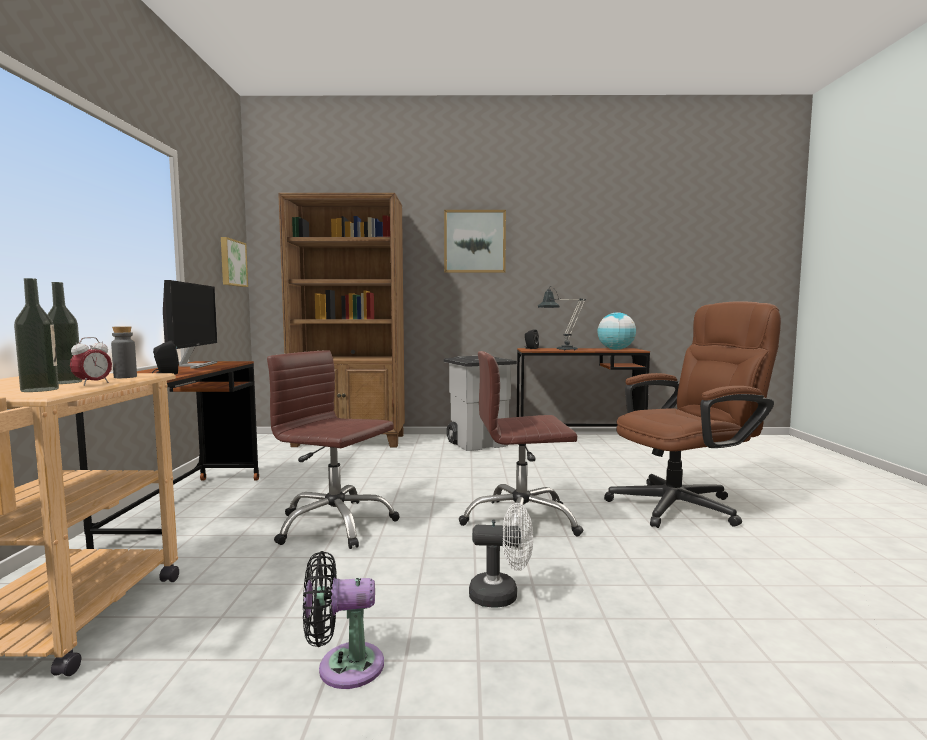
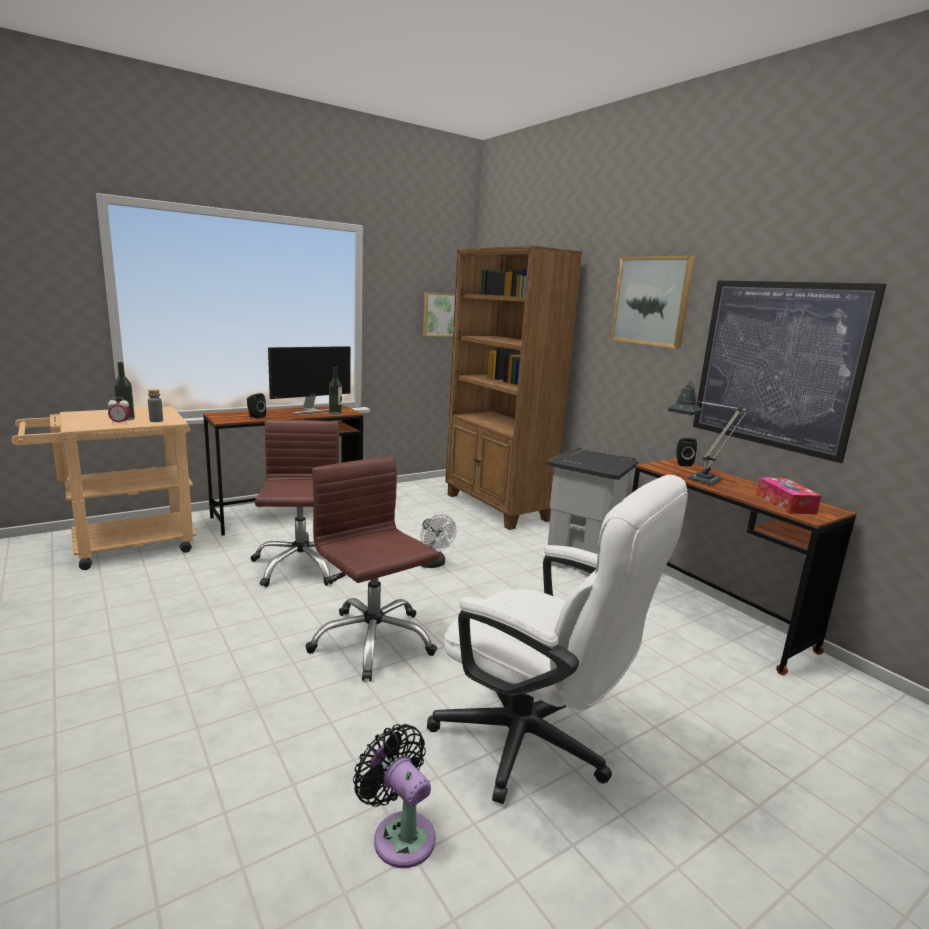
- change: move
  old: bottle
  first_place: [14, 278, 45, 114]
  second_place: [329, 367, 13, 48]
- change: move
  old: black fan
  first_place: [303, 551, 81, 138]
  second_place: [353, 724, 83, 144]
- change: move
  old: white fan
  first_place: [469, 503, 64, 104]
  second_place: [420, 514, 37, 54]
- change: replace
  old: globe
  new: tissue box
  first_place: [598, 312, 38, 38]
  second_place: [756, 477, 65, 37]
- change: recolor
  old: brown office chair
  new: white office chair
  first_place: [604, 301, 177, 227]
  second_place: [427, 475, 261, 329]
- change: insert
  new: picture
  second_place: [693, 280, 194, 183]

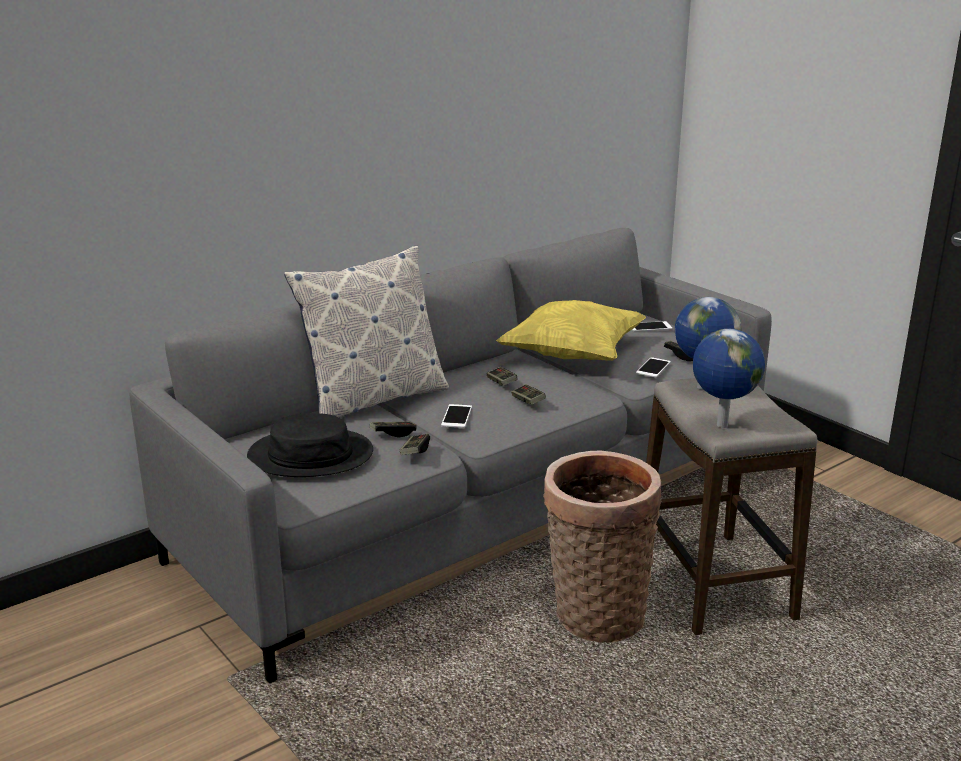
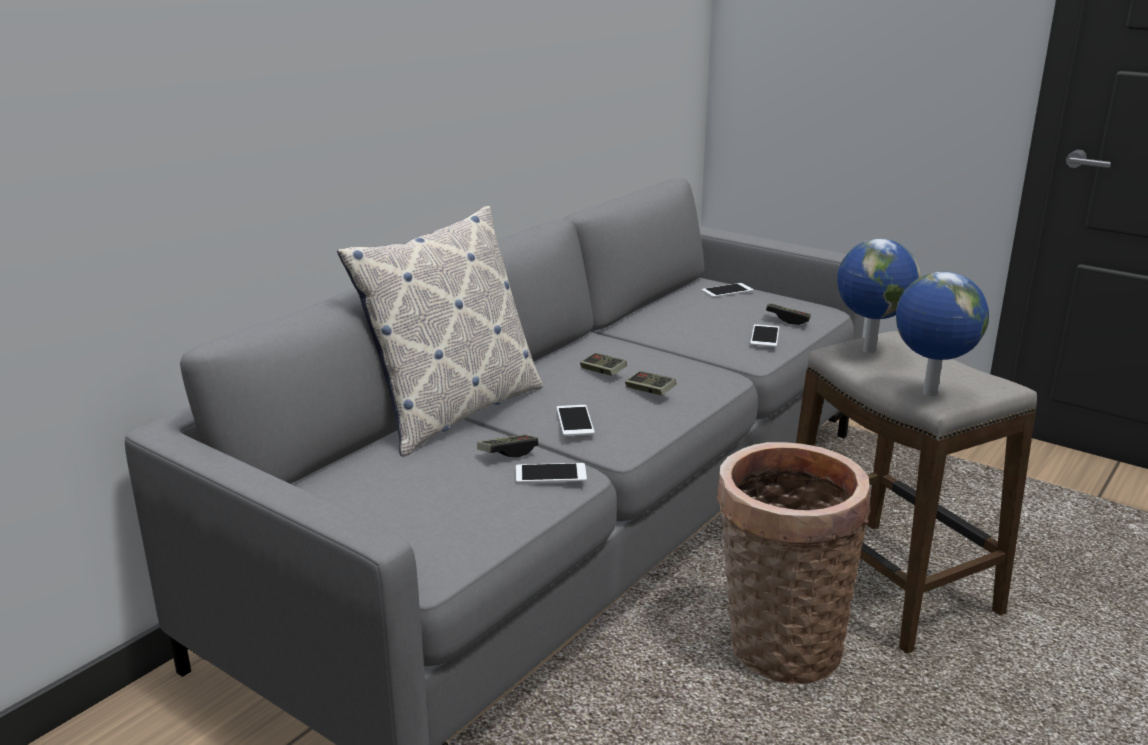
- change: delete
  old: black hat
  first_place: [247, 413, 126, 64]
- change: replace
  old: game controller
  new: phone
  first_place: [400, 434, 30, 21]
  second_place: [516, 463, 71, 20]
- change: delete
  old: yellow pillow
  first_place: [496, 300, 150, 61]

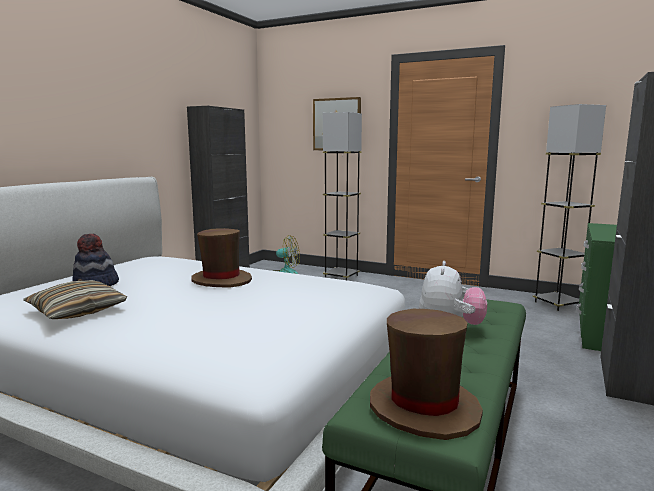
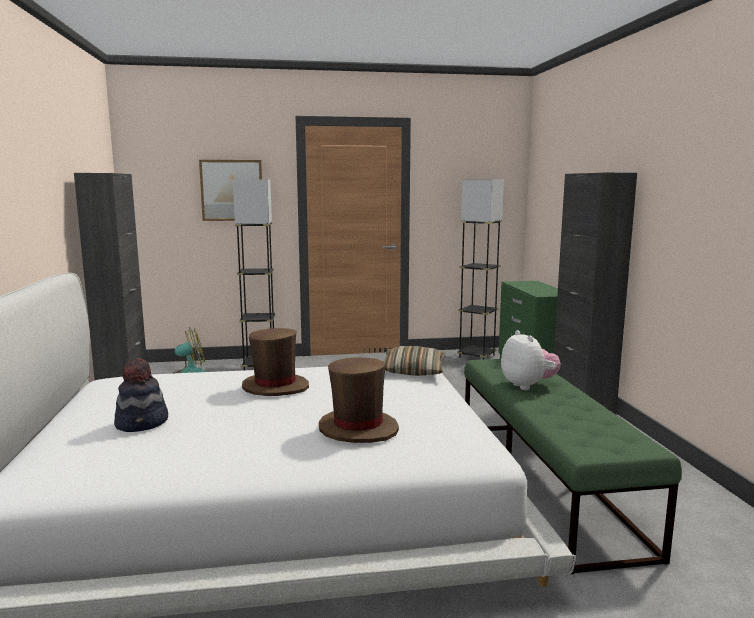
- change: move
  old: pillow
  first_place: [23, 280, 104, 39]
  second_place: [383, 346, 63, 30]
- change: move
  old: brown hat
  first_place: [370, 309, 113, 131]
  second_place: [319, 357, 80, 86]

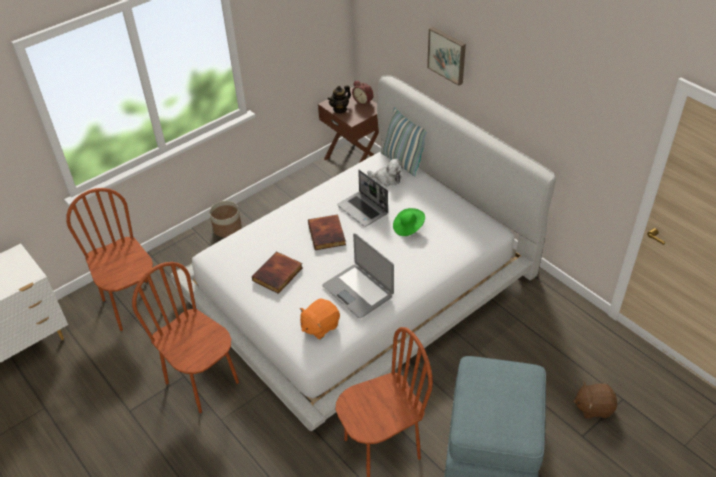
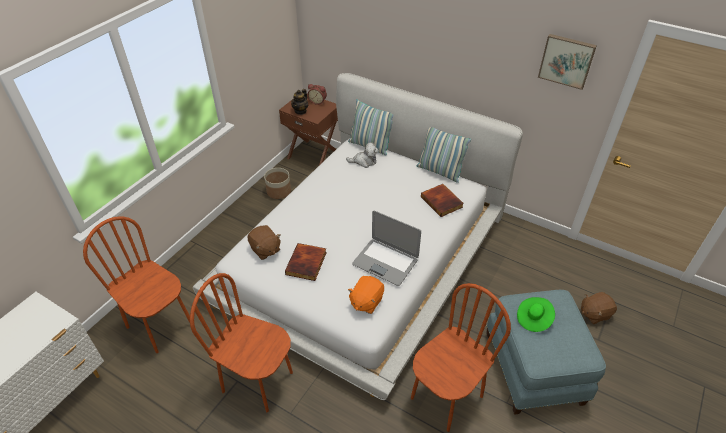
- change: move
  old: planter
  first_place: [209, 201, 33, 36]
  second_place: [264, 168, 27, 31]
- change: move
  old: book
  first_place: [308, 214, 38, 36]
  second_place: [421, 184, 43, 33]
- change: delete
  old: laptop
  first_place: [337, 170, 51, 57]
- change: move
  old: green hat
  first_place: [393, 208, 32, 28]
  second_place: [517, 297, 38, 35]
- change: move
  old: picture
  first_place: [427, 27, 39, 59]
  second_place: [538, 34, 59, 56]
- change: insert
  new: brown plush toy
  second_place: [248, 225, 33, 35]
- change: insert
  new: pillow
  second_place: [416, 127, 55, 56]

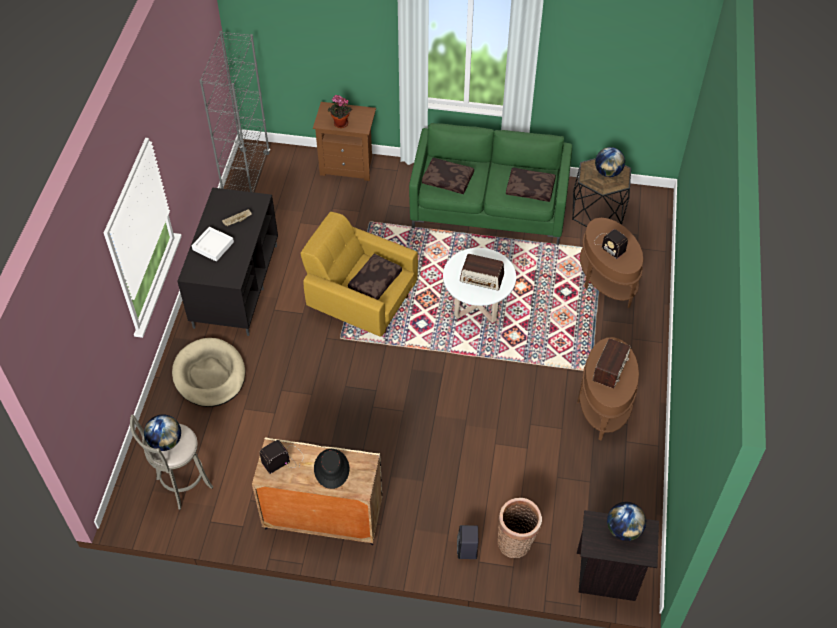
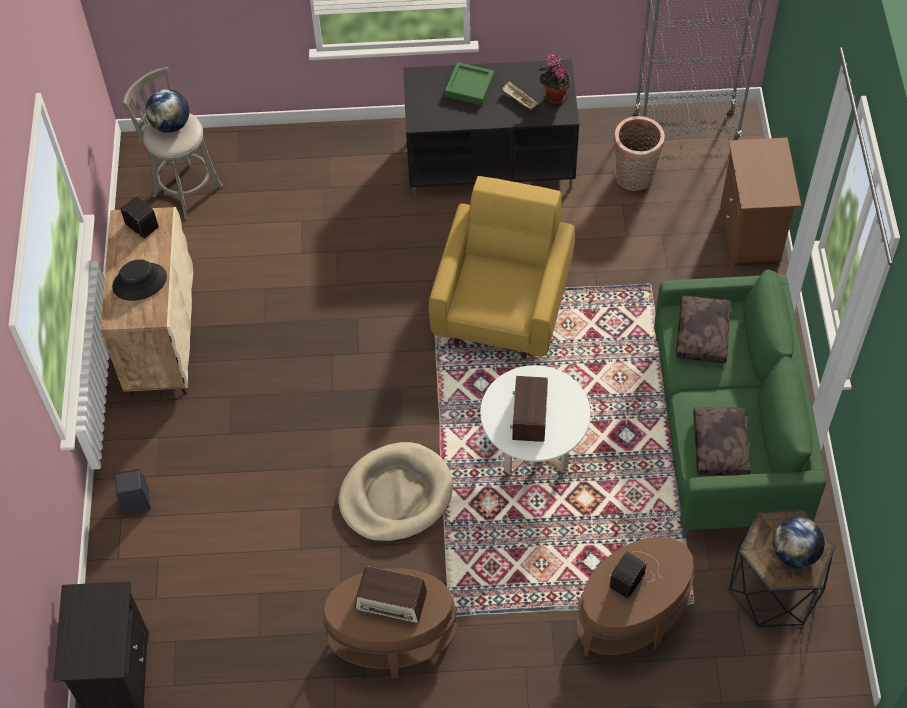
- change: move
  old: beige dog bed
  first_place: [172, 338, 73, 69]
  second_place: [338, 442, 115, 100]
- change: recolor
  old: white tray
  new: green tray
  first_place: [192, 227, 42, 34]
  second_place: [445, 62, 49, 43]
- change: move
  old: potted plant
  first_place: [328, 95, 24, 33]
  second_place: [539, 53, 32, 51]
- change: delete
  old: brown pillow
  first_place: [348, 254, 54, 46]
- change: move
  old: basket
  first_place: [497, 498, 45, 60]
  second_place: [614, 116, 51, 75]
- change: delete
  old: globe
  first_place: [607, 502, 39, 39]

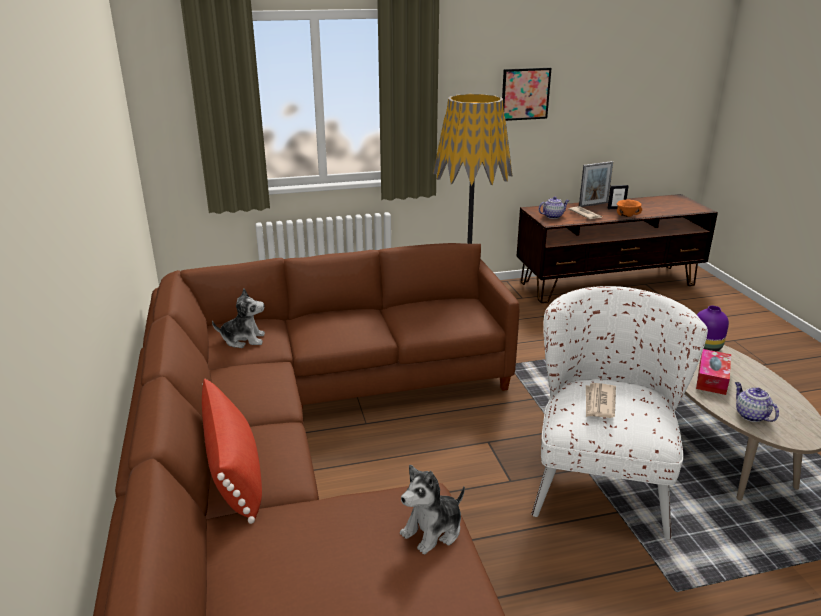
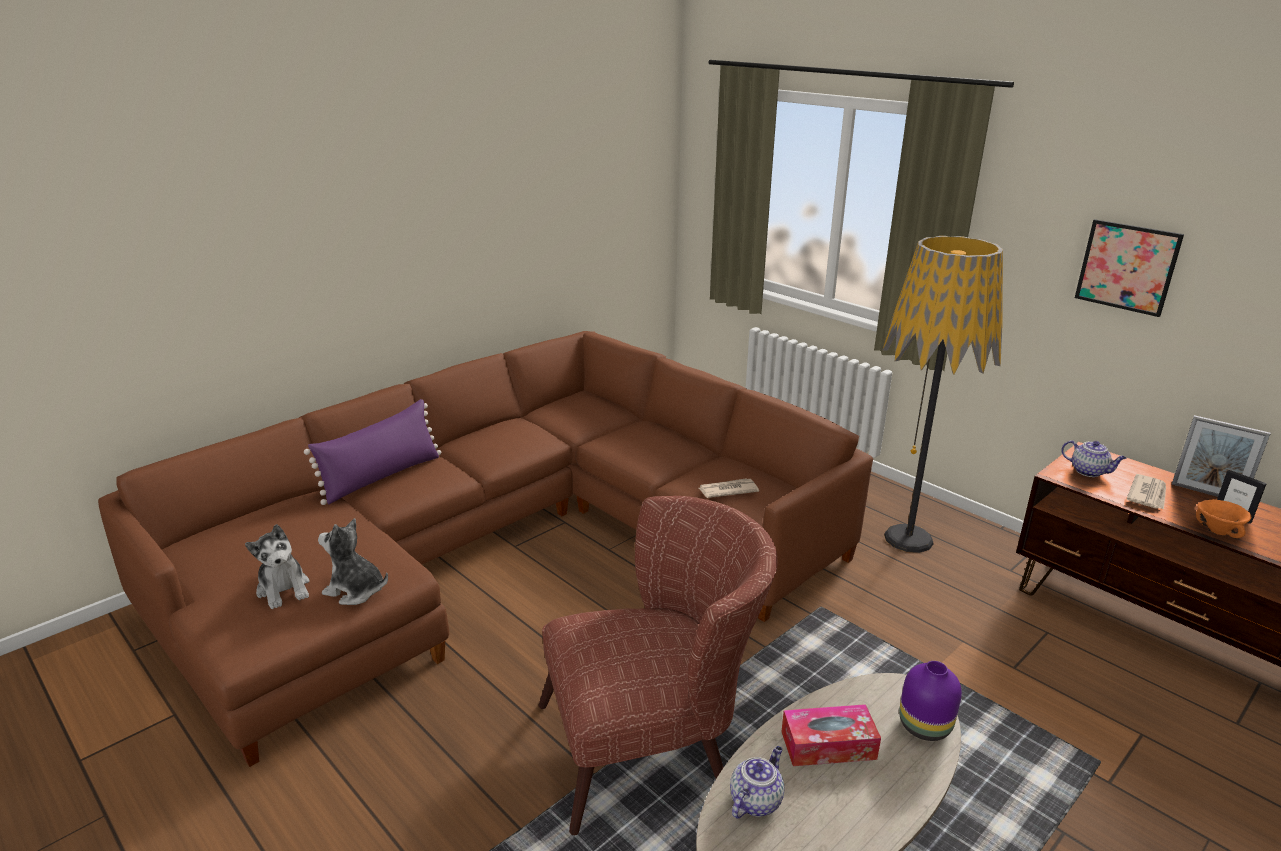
- change: recolor
  old: red pillow
  new: purple pillow
  first_place: [202, 378, 60, 146]
  second_place: [304, 399, 137, 106]
- change: move
  old: plush toy
  first_place: [212, 288, 53, 60]
  second_place: [245, 524, 64, 85]
- change: recolor
  old: white armchair
  new: brown armchair
  first_place: [531, 286, 177, 253]
  second_place: [539, 496, 239, 339]
- change: move
  old: newspaper
  first_place: [586, 383, 30, 35]
  second_place: [699, 478, 60, 20]

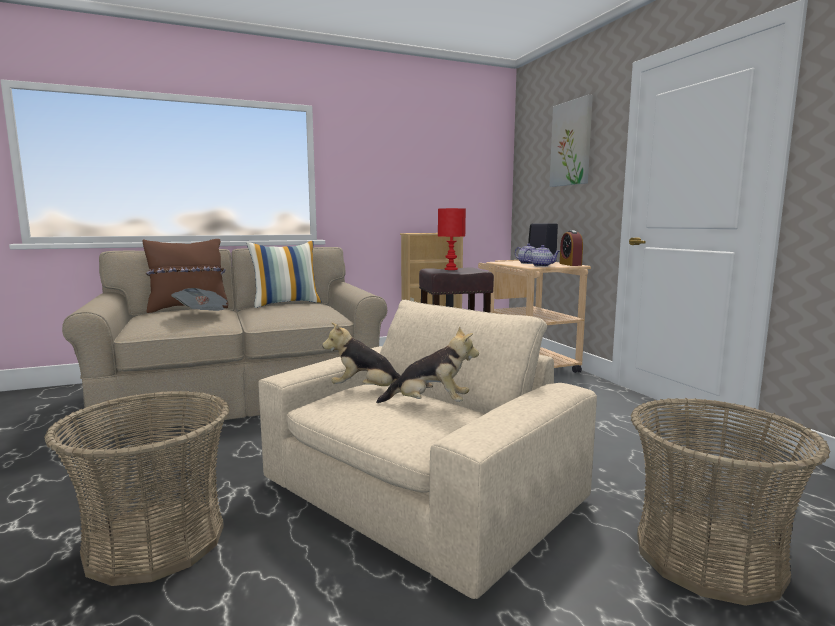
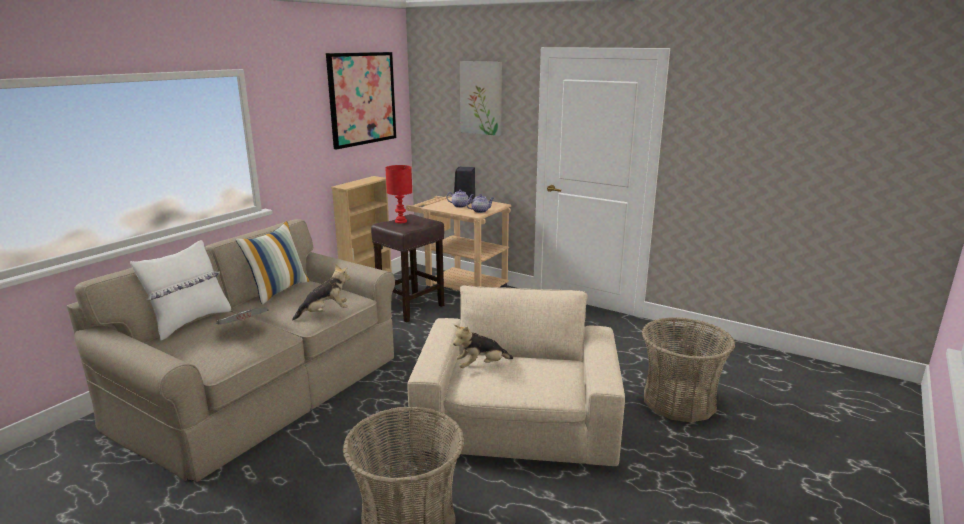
- change: recolor
  old: brown pillow
  new: white pillow
  first_place: [143, 239, 85, 74]
  second_place: [130, 240, 101, 101]
- change: move
  old: plush toy
  first_place: [376, 327, 103, 76]
  second_place: [292, 264, 58, 57]
- change: delete
  old: alarm clock
  first_place: [560, 230, 23, 36]
- change: insert
  new: picture
  second_place: [326, 52, 70, 97]

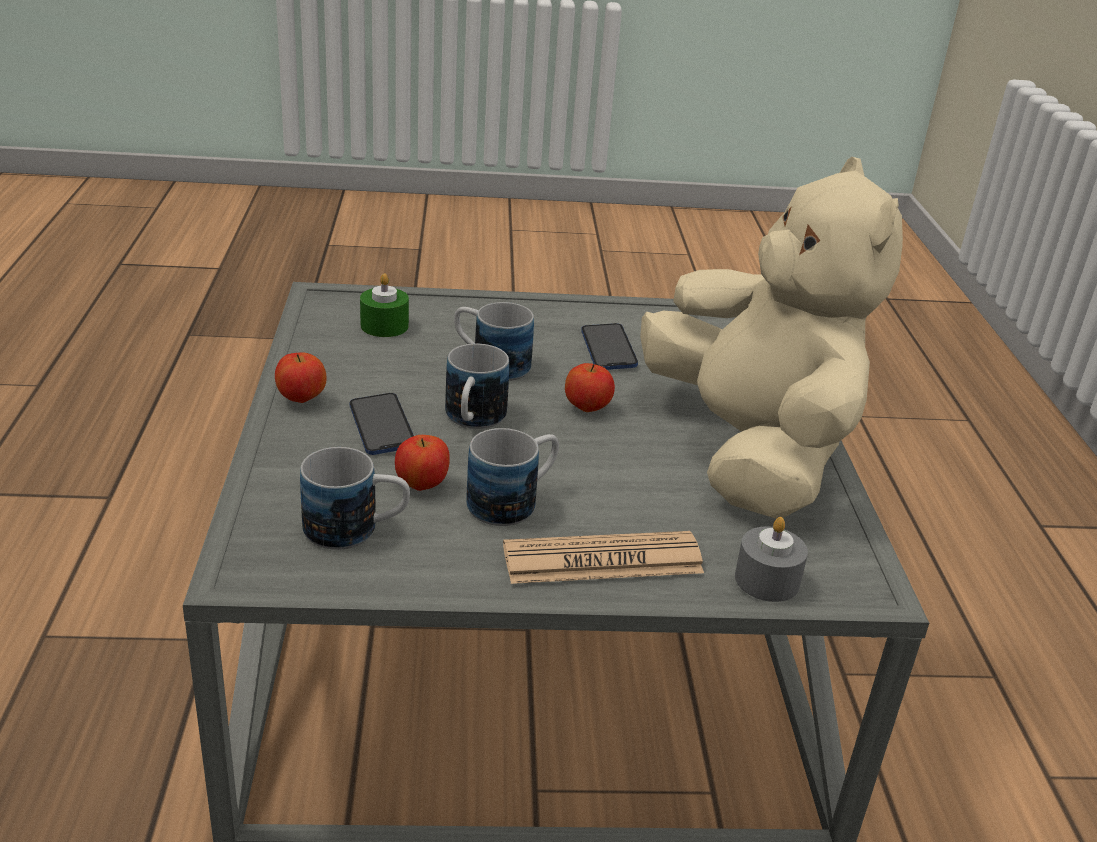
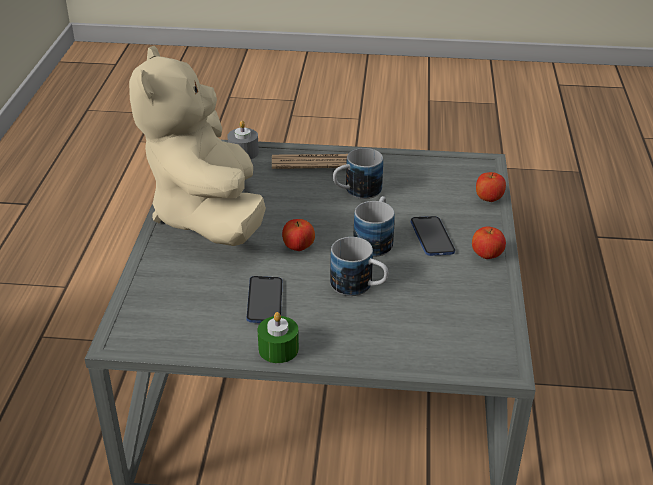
- change: delete
  old: mug
  first_place: [300, 447, 110, 103]
- change: move
  old: green candle
  first_place: [360, 273, 49, 64]
  second_place: [258, 312, 41, 51]
- change: move
  old: apple
  first_place: [395, 435, 55, 56]
  second_place: [476, 172, 30, 30]

